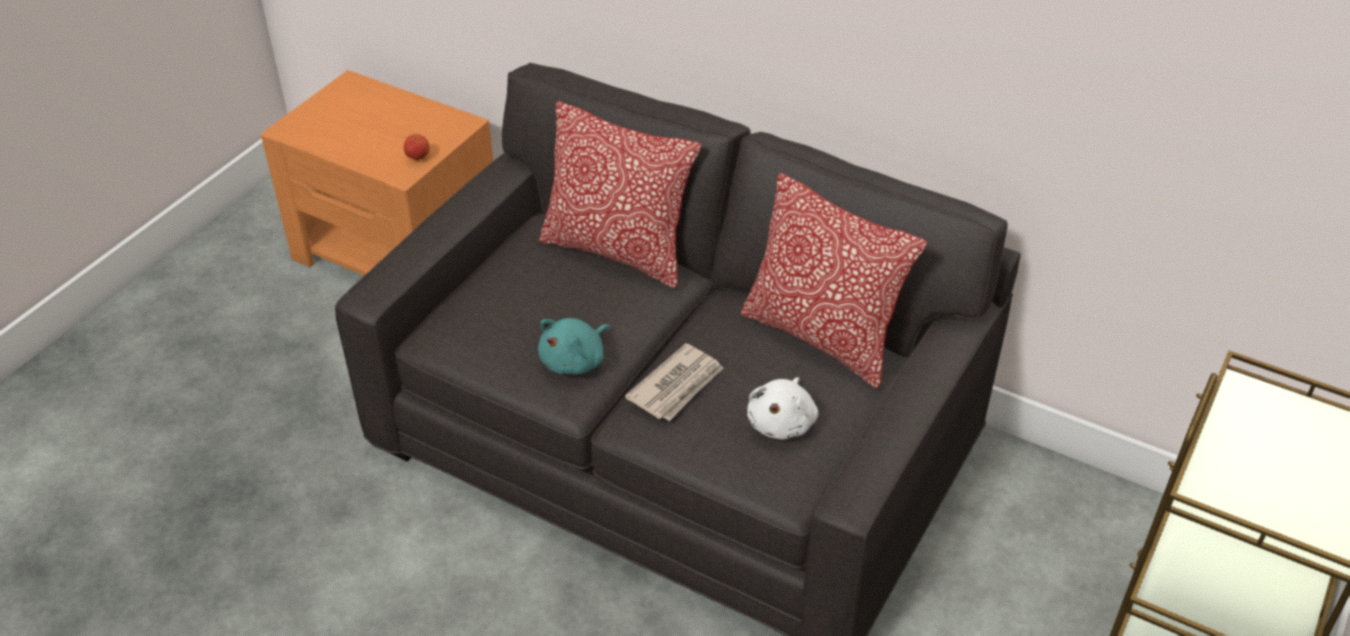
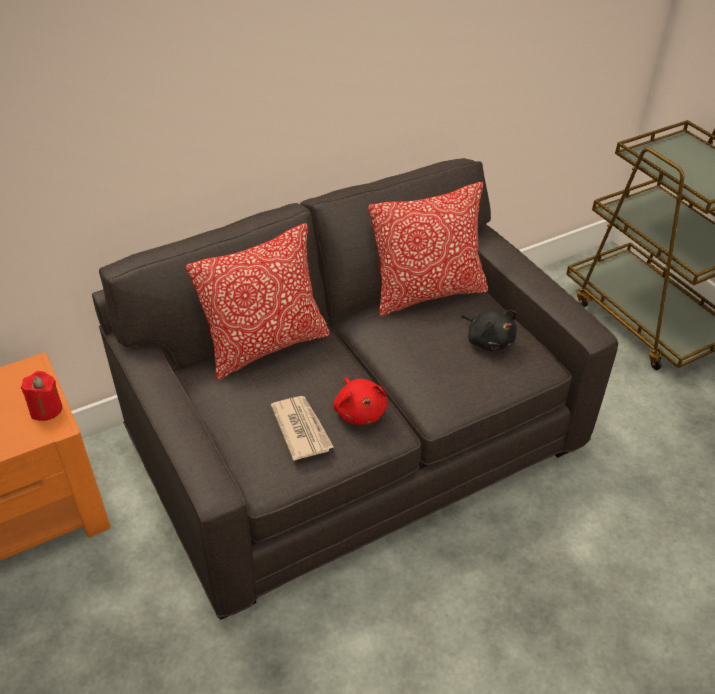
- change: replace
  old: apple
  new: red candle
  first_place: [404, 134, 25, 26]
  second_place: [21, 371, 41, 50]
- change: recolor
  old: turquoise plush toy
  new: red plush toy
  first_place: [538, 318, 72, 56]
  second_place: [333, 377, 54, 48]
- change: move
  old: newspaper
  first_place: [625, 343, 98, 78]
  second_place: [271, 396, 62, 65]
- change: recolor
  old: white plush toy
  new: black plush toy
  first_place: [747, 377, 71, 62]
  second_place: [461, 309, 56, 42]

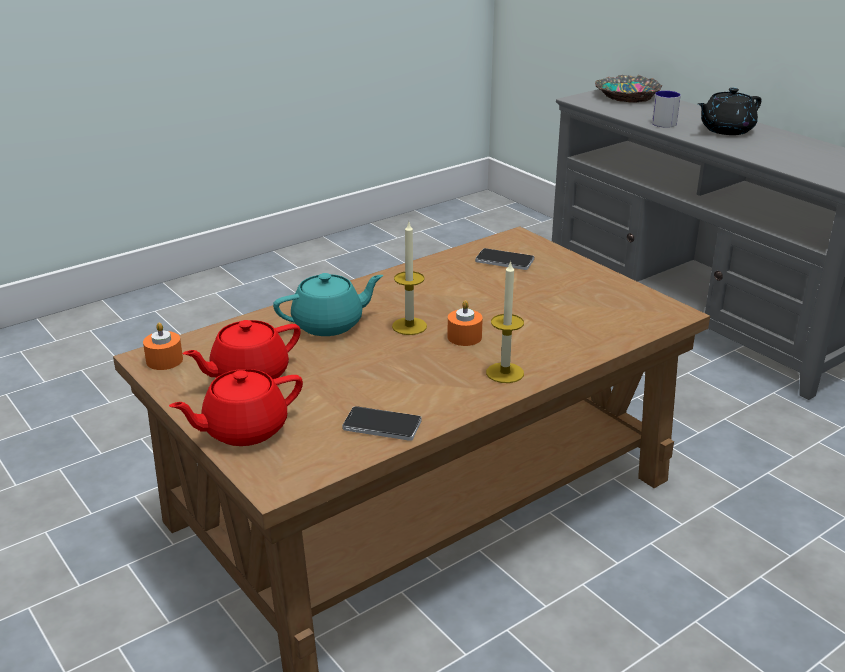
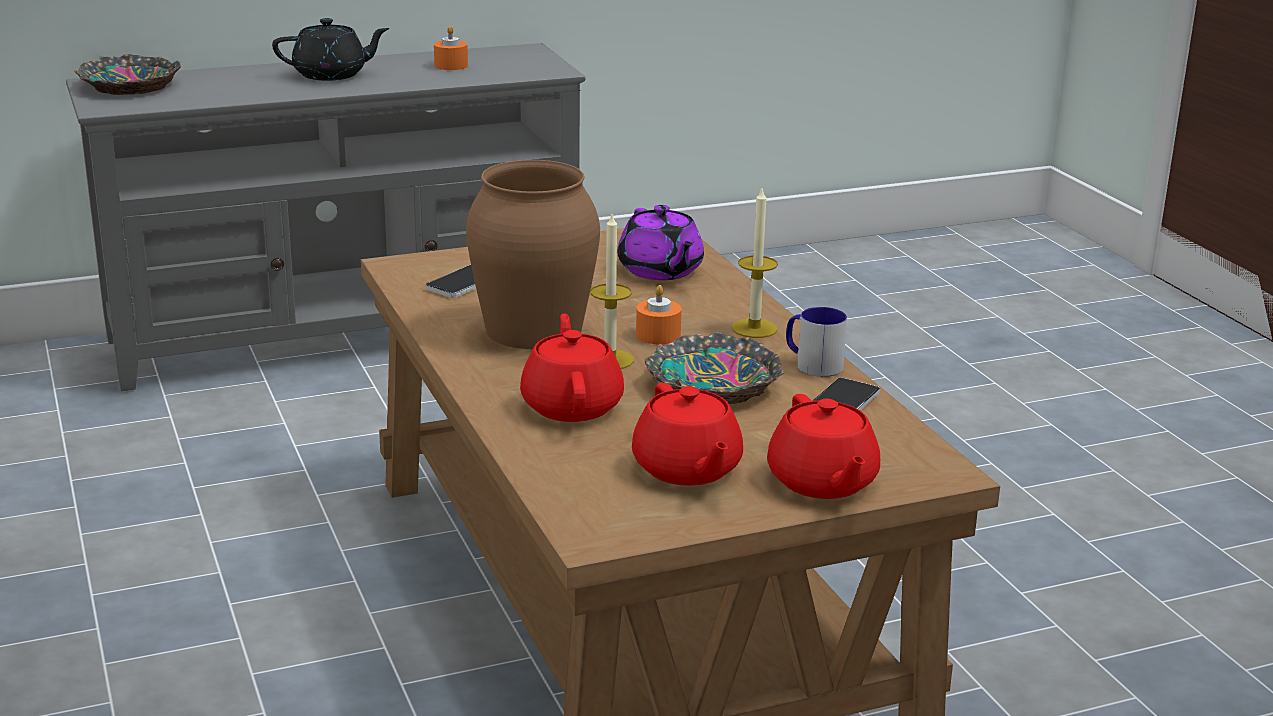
- change: move
  old: orange candle
  first_place: [143, 323, 40, 47]
  second_place: [434, 26, 34, 44]
- change: recolor
  old: turquoise teapot
  new: red teapot
  first_place: [273, 273, 110, 63]
  second_place: [520, 313, 104, 109]
- change: move
  old: mug
  first_place: [652, 91, 29, 37]
  second_place: [786, 307, 61, 70]
- change: rotate
  old: black teapot
  first_place: [698, 88, 64, 47]
  second_place: [272, 18, 118, 63]
  degrees: -90
- change: insert
  new: brown vase
  second_place: [466, 160, 134, 189]
- change: insert
  new: purple teapot
  second_place: [618, 205, 86, 75]
- change: insert
  new: bowl
  second_place: [645, 331, 140, 73]

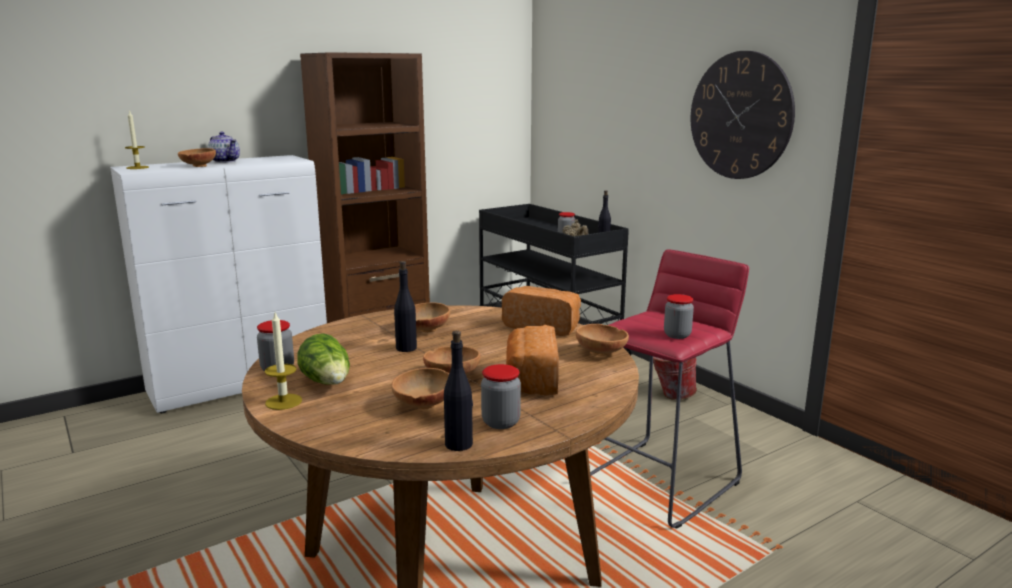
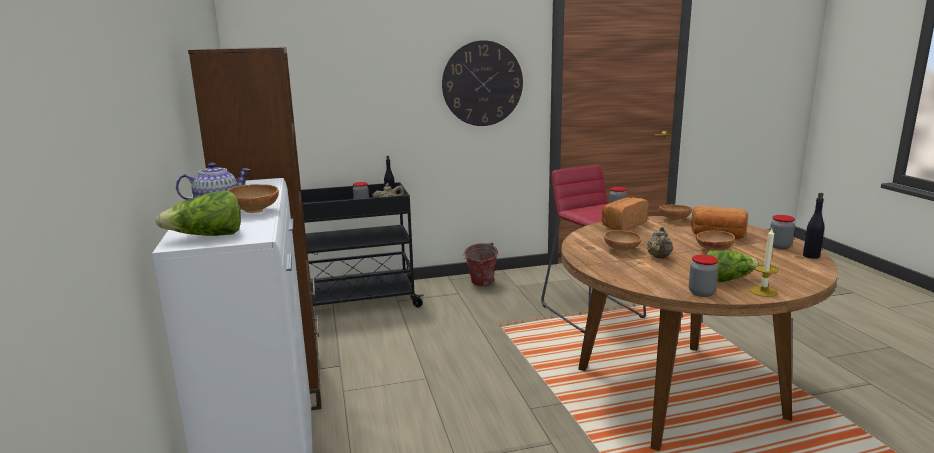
- change: replace
  old: candle
  new: lettuce
  first_place: [125, 110, 24, 59]
  second_place: [155, 191, 86, 45]
- change: delete
  old: brown bowl
  first_place: [391, 368, 58, 41]
- change: replace
  old: black bottle
  new: beige teapot
  first_place: [394, 261, 23, 91]
  second_place: [647, 227, 26, 31]

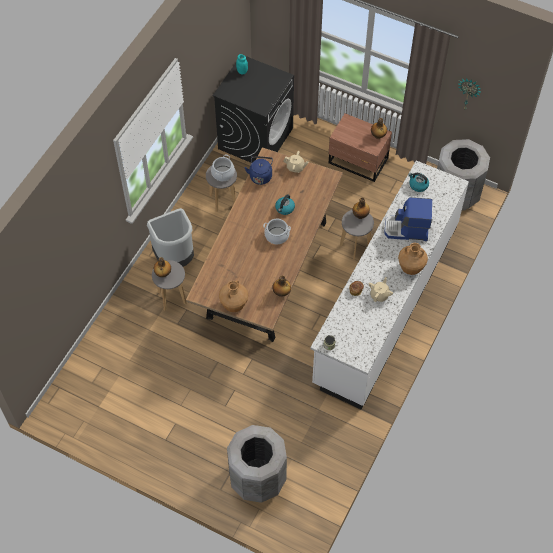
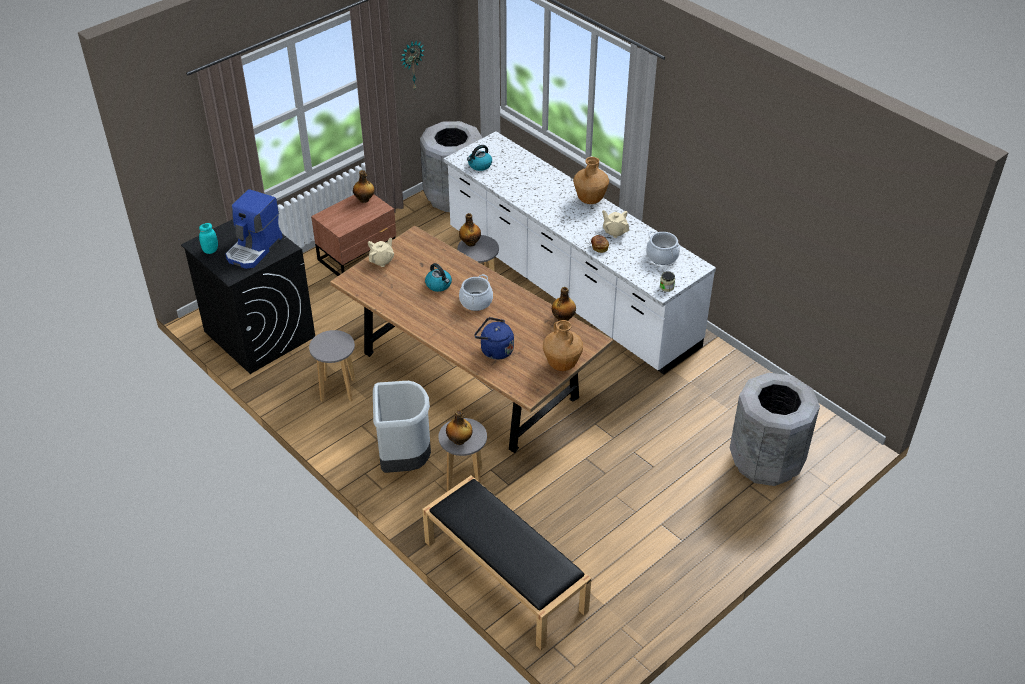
- change: move
  old: cooking pot
  first_place: [211, 155, 24, 26]
  second_place: [646, 231, 34, 34]
- change: move
  old: blue kettle
  first_place: [244, 156, 29, 29]
  second_place: [474, 317, 40, 43]
- change: move
  old: coffee machine
  first_place: [384, 197, 48, 44]
  second_place: [225, 189, 58, 80]
- change: insert
  new: black bench
  second_place: [422, 475, 169, 175]

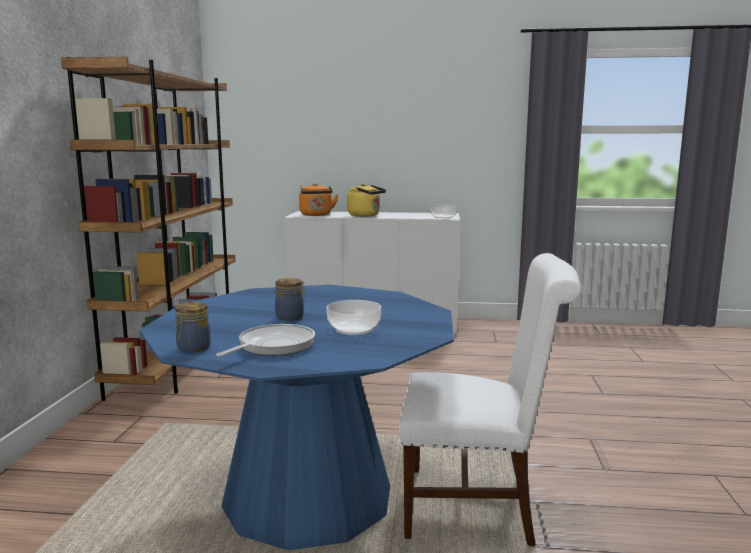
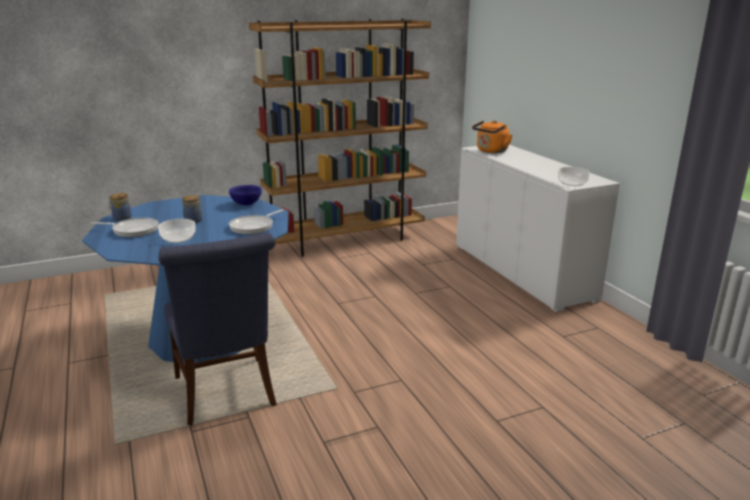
- change: delete
  old: yellow kettle
  first_place: [347, 184, 39, 33]
- change: recolor
  old: white chair
  new: blue chair
  first_place: [399, 253, 182, 294]
  second_place: [158, 233, 119, 193]
- change: insert
  new: blue bowl
  second_place: [229, 185, 33, 20]
- change: insert
  new: frying pan
  second_place: [229, 209, 55, 25]

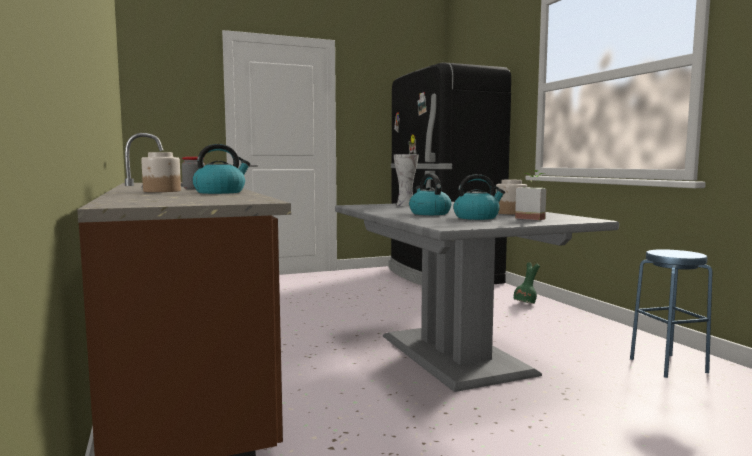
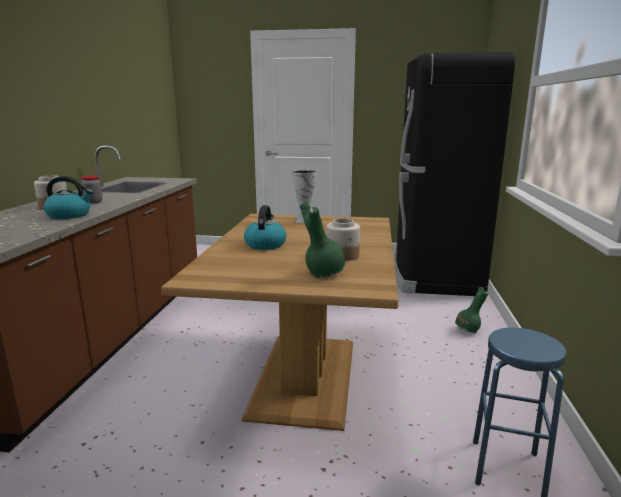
- change: recolor
  old: grey dining table
  new: brown dining table
  first_place: [335, 202, 284, 190]
  second_place: [161, 214, 238, 217]
- change: delete
  old: kettle
  first_place: [453, 174, 52, 46]
- change: replace
  old: potted plant
  new: green vase
  first_place: [515, 170, 32, 50]
  second_place: [300, 202, 46, 76]

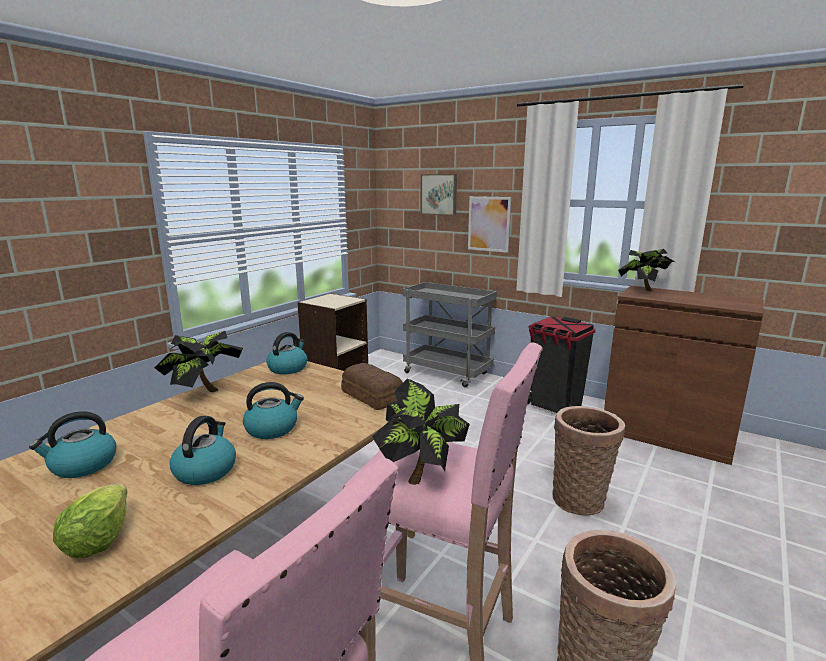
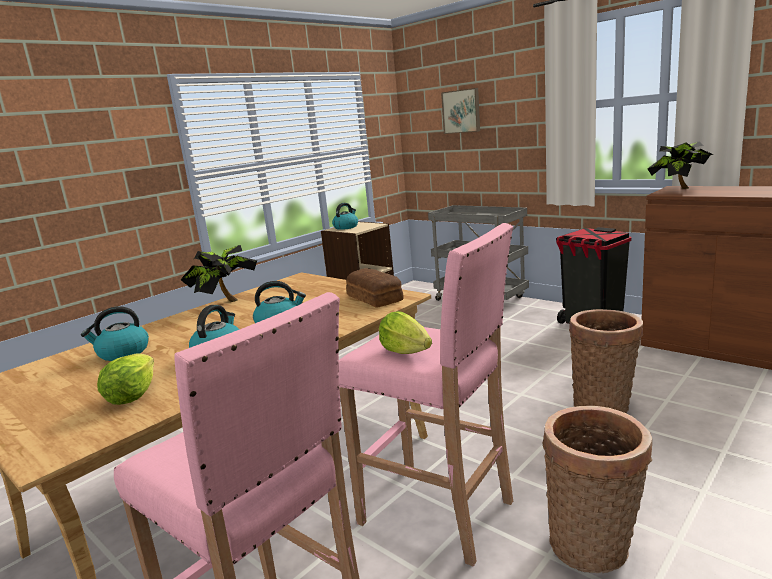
- change: move
  old: kettle
  first_place: [266, 332, 41, 43]
  second_place: [332, 203, 26, 27]
- change: replace
  old: potted plant
  new: lettuce
  first_place: [372, 378, 98, 107]
  second_place: [379, 311, 53, 43]
- change: delete
  old: picture
  first_place: [468, 196, 43, 57]

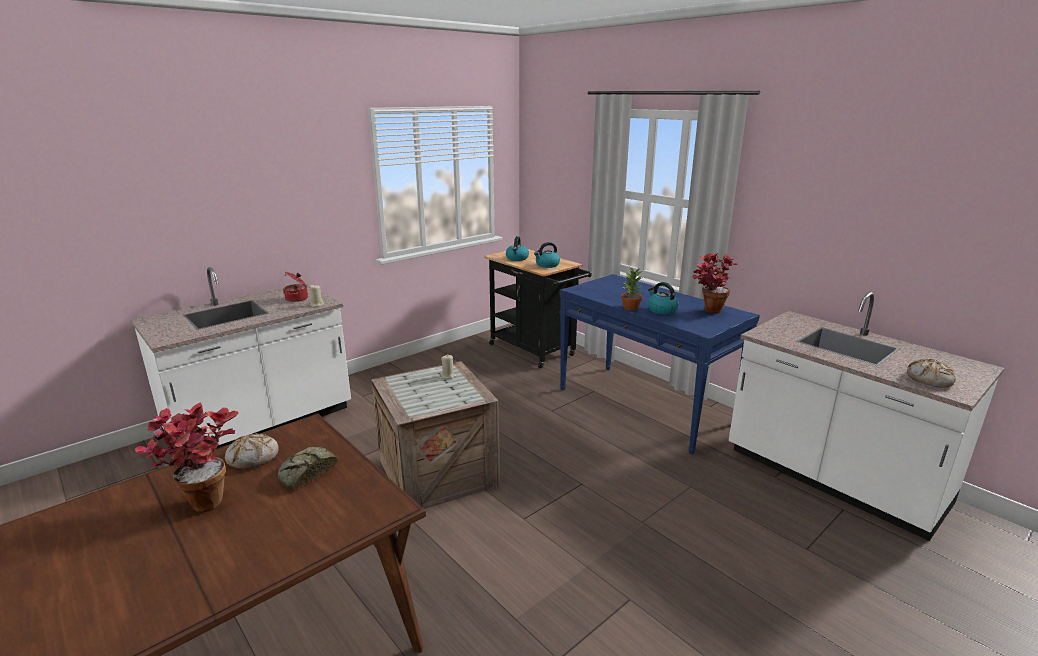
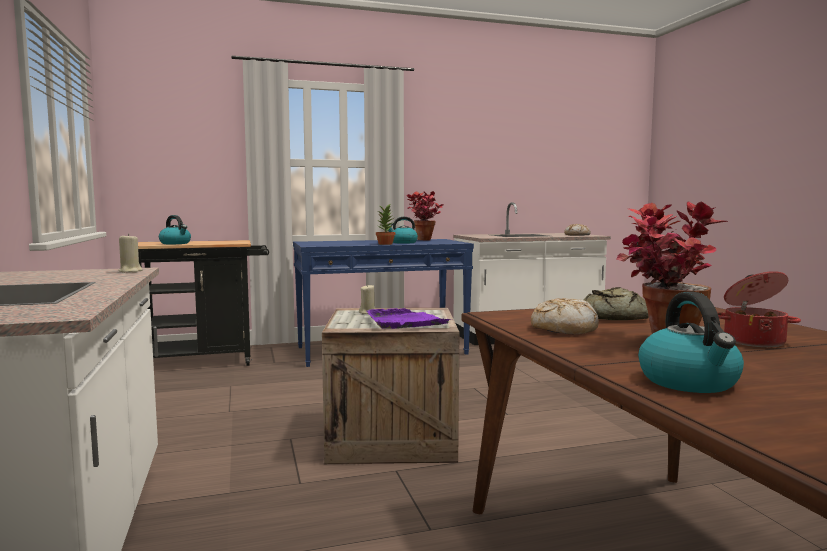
- change: move
  old: cooking pot
  first_place: [283, 272, 25, 30]
  second_place: [718, 271, 83, 76]
- change: move
  old: kettle
  first_place: [534, 242, 26, 26]
  second_place: [638, 292, 106, 101]
- change: insert
  new: purple tray
  second_place: [366, 308, 86, 21]

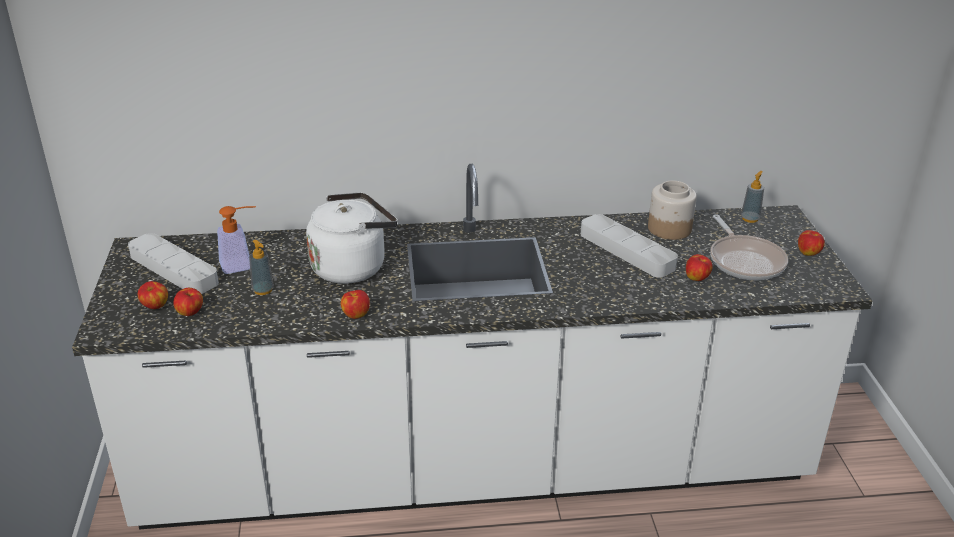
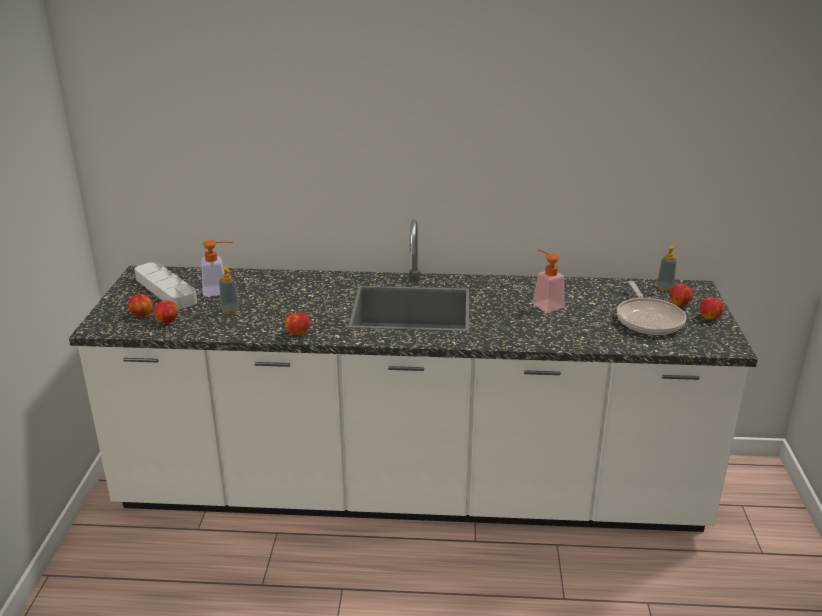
- change: delete
  old: white kettle
  first_place: [306, 192, 91, 92]
- change: replace
  old: grey tray
  new: soap dispenser
  first_place: [581, 214, 97, 63]
  second_place: [533, 249, 32, 63]
- change: delete
  old: jar
  first_place: [648, 180, 49, 60]
- change: move
  old: apple
  first_place: [686, 254, 27, 27]
  second_place: [670, 284, 23, 22]

